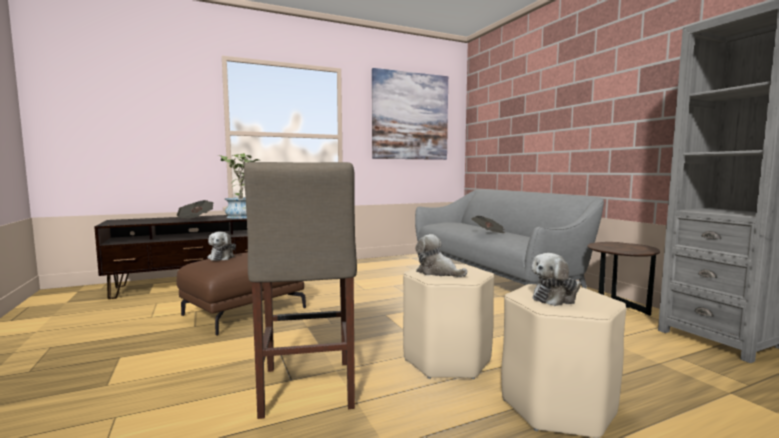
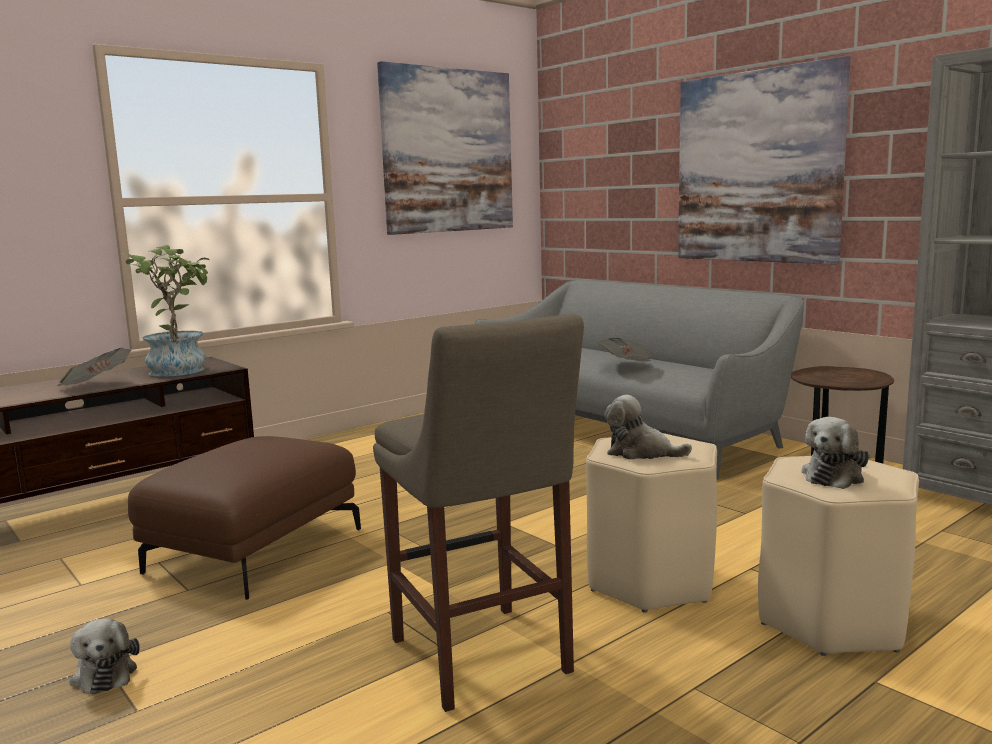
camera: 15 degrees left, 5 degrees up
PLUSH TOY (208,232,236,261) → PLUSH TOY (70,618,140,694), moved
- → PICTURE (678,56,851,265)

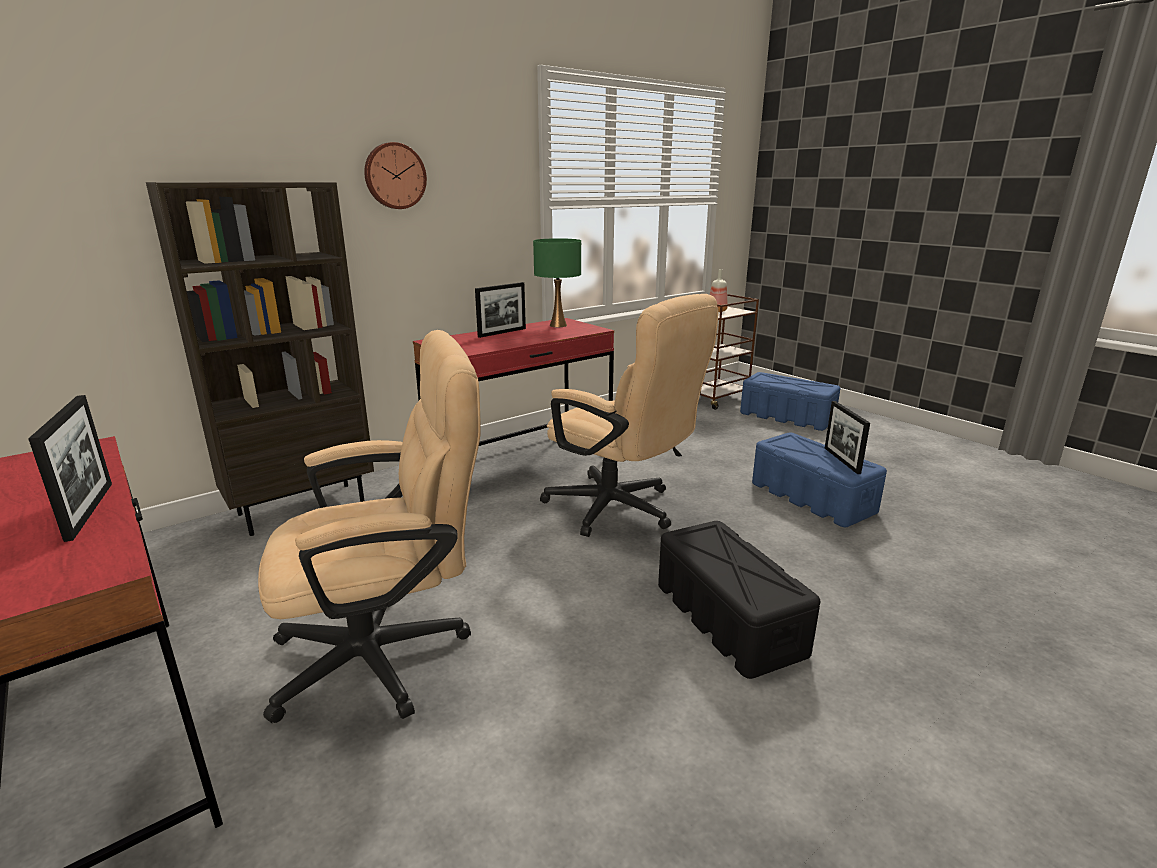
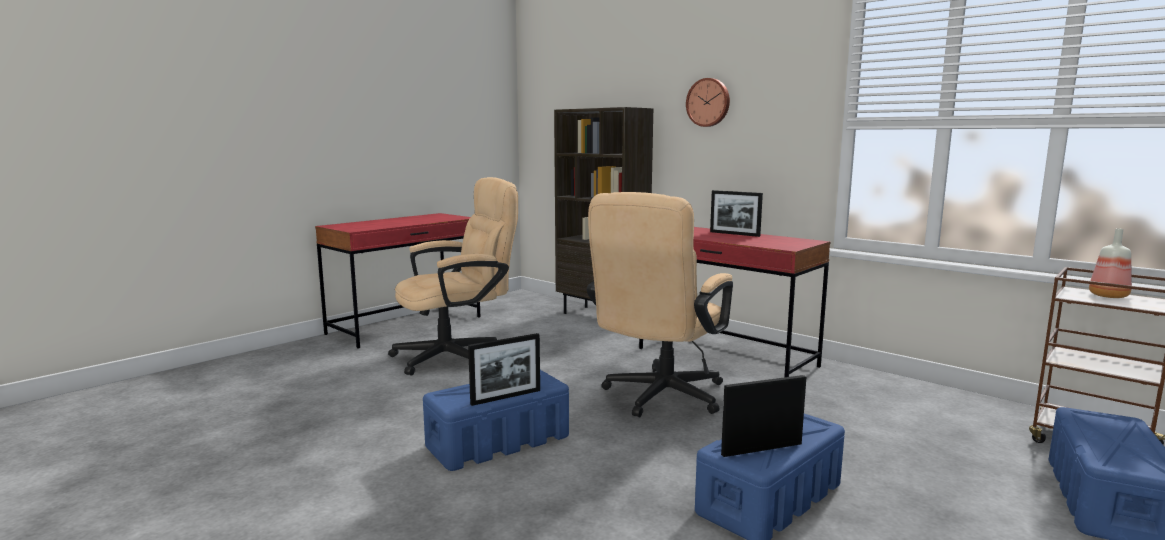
camera: 80 degrees right, 10 degrees down
PICTURE FRAME (28,395,112,542) → PICTURE FRAME (468,333,540,406), moved
BEIGE OFFICE CHAIR (258,330,481,723) → BEIGE OFFICE CHAIR (388,177,518,376), 90 degrees counterclockwise
GREEN TABLE LAMP (533,238,581,327) → -
BLACK STORAGE BOX (658,521,820,679) → BLUE STORAGE BOX (423,370,569,471)

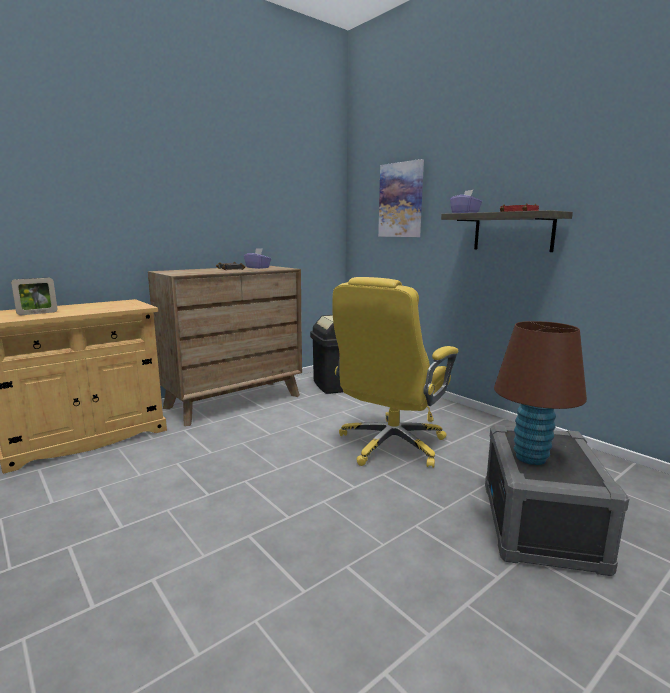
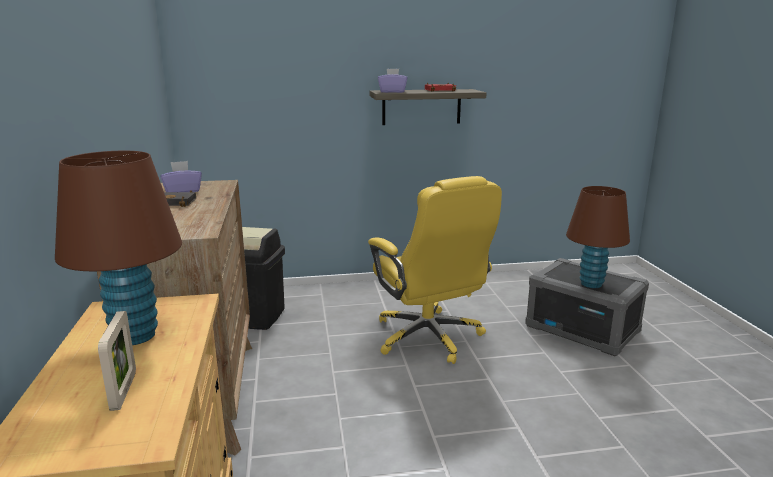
camera: 60 degrees left, 5 degrees up
PICTURE (378,159,424,237) → -
- → BROWN TABLE LAMP (55,151,182,345)

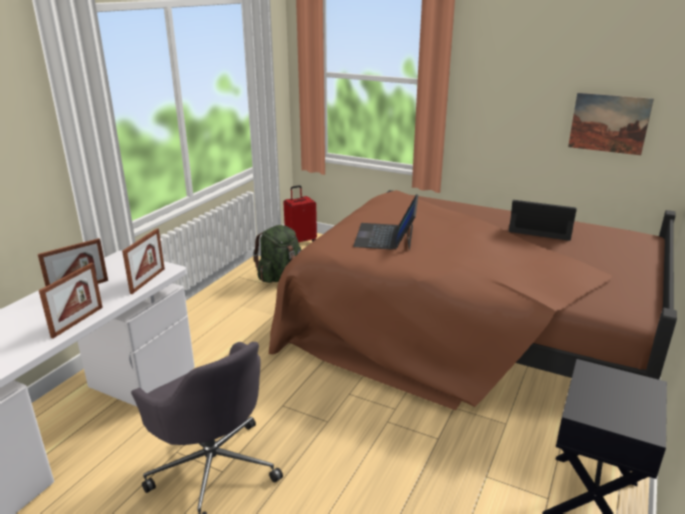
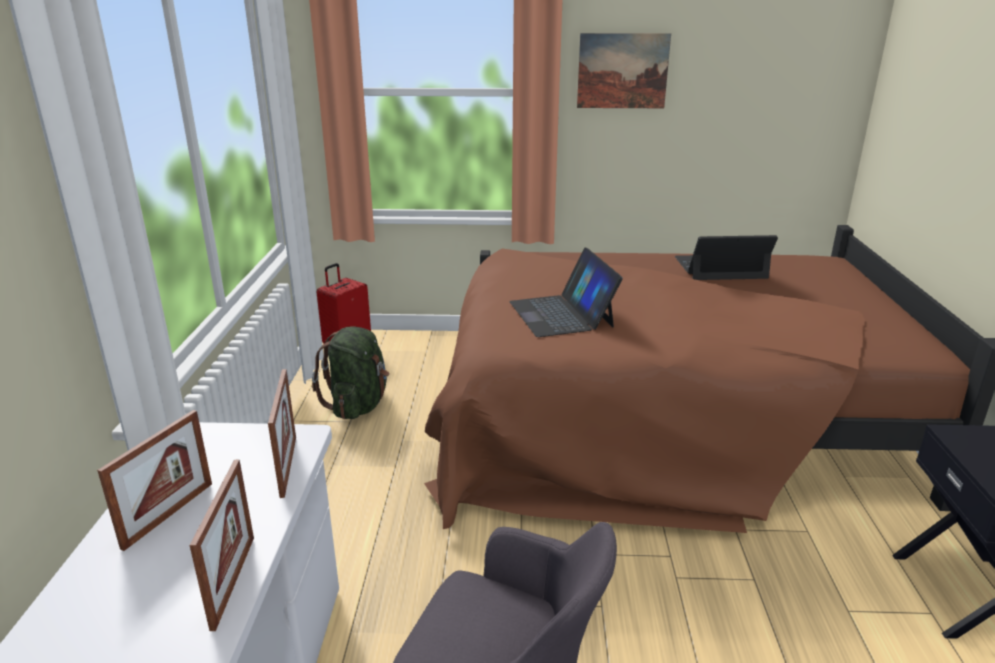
camera: 25 degrees left, 0 degrees up
PICTURE (568,93,654,155) → PICTURE (577,33,671,108), moved

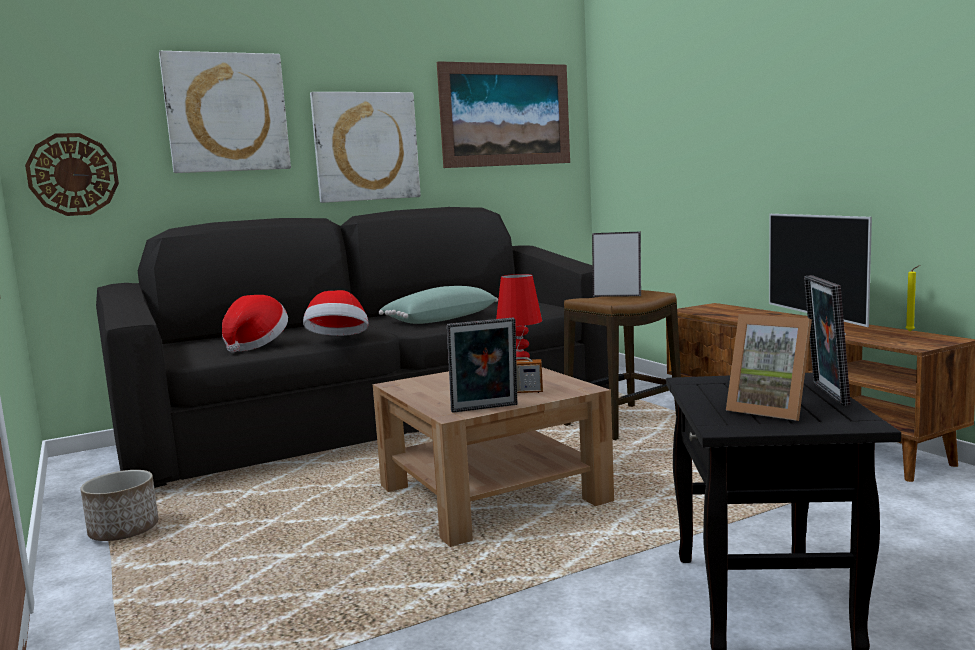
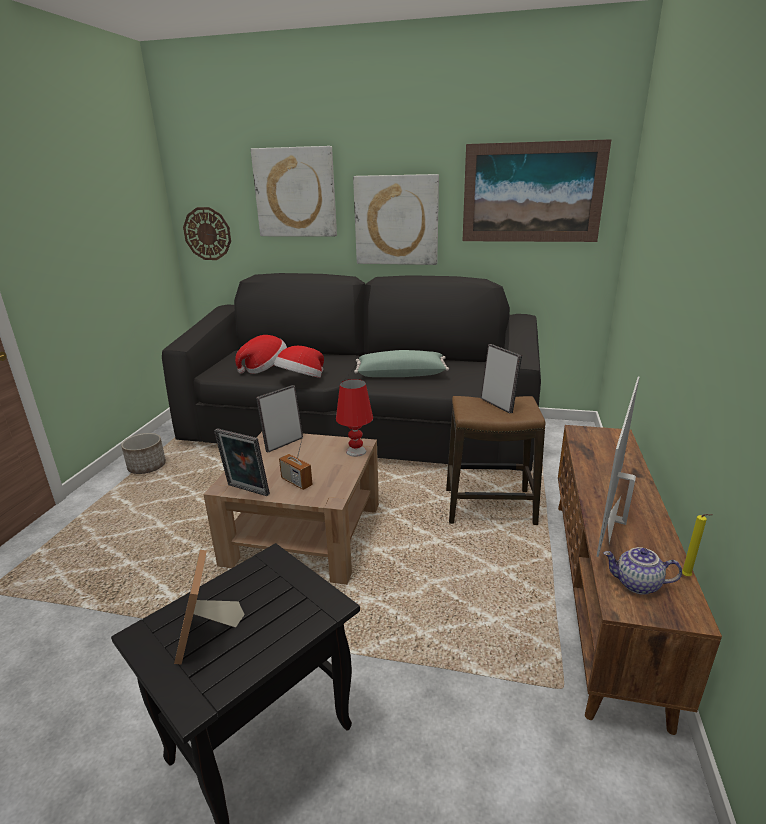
camera: 40 degrees right, 15 degrees up
PICTURE FRAME (804,275,851,406) → PICTURE FRAME (256,385,303,452), moved
- → TEAPOT (603,547,682,595)

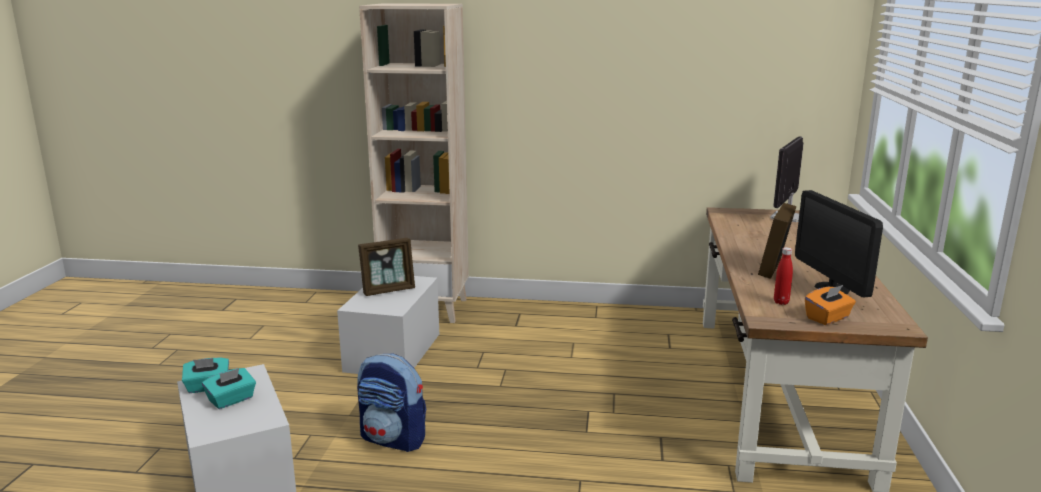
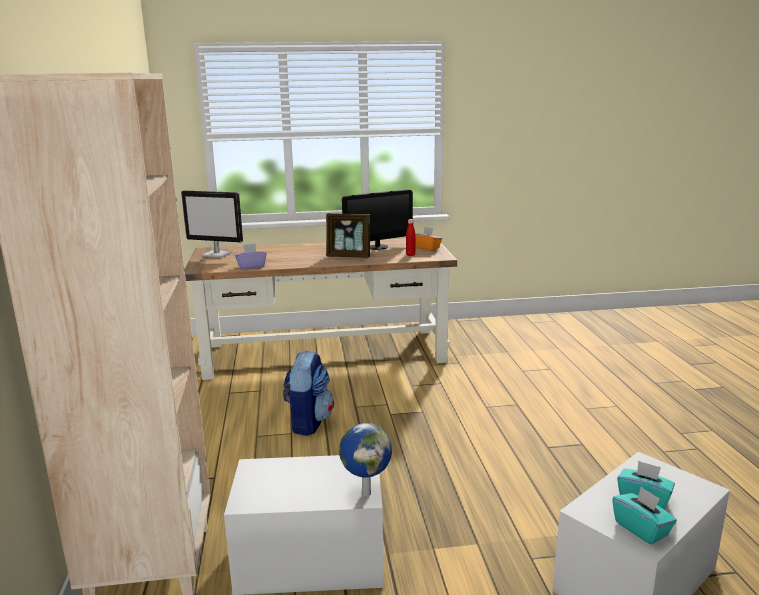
camera: 105 degrees left, 0 degrees up
BACKPACK (357,354,426,452) → BACKPACK (283,351,334,436), moved
PICTURE FRAME (358,238,415,296) → -
- → PURPLE TISSUE BOX (235,243,267,269)
- → GLOBE (339,423,392,496)

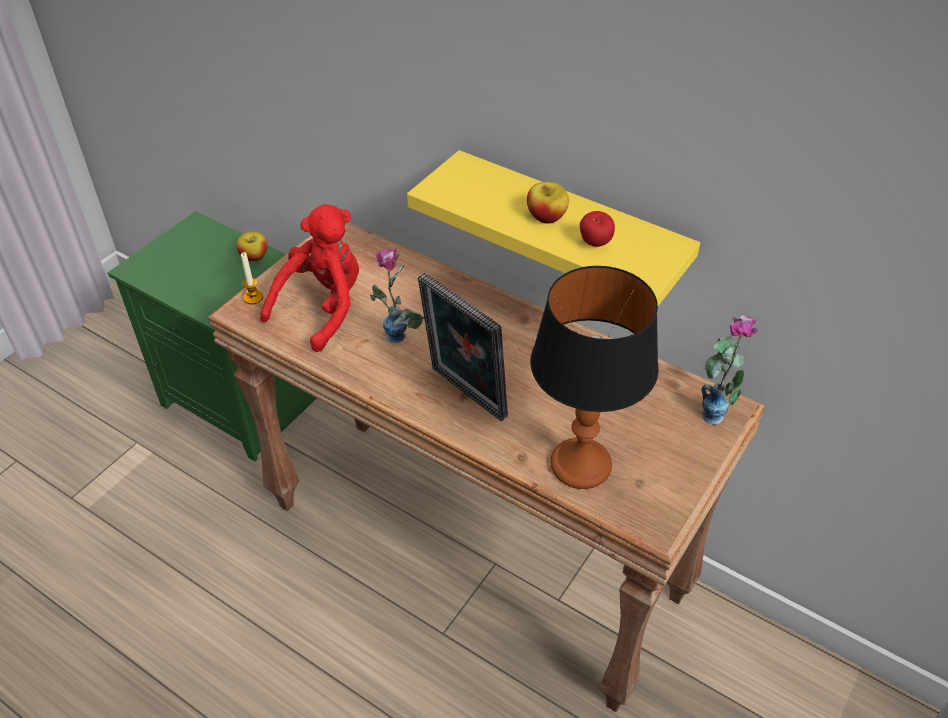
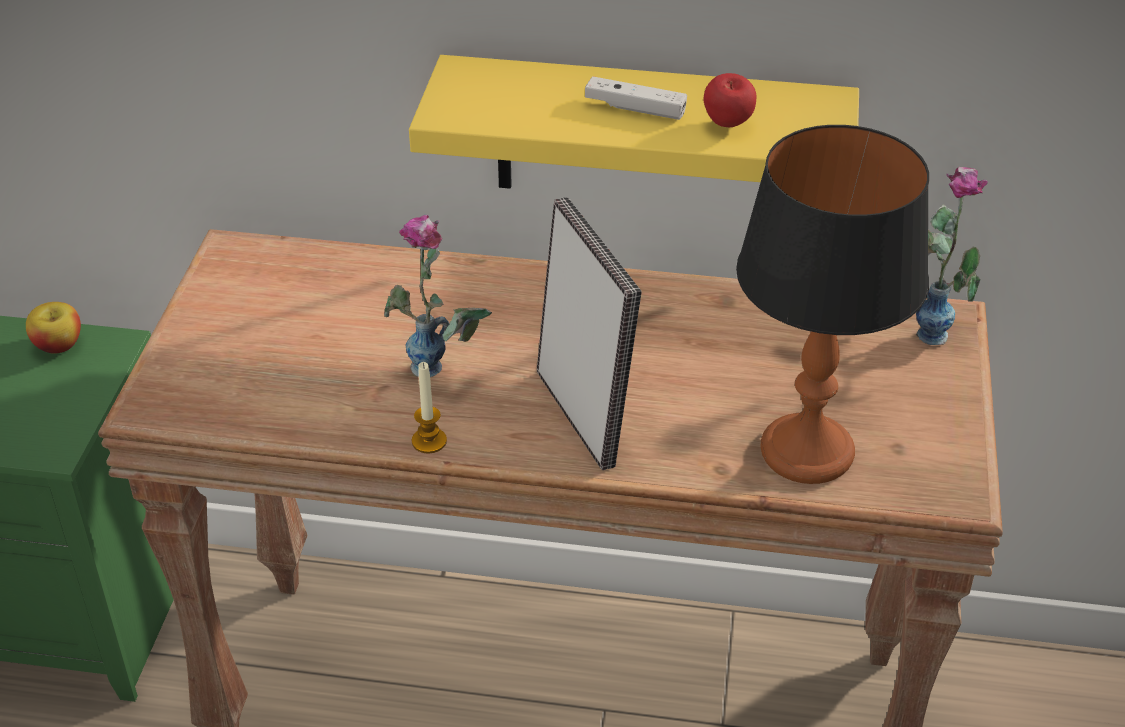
camera: 25 degrees left, 5 degrees down
CANDLE (241,252,263,304) → CANDLE (412,362,447,454), moved
RED PLUSH TOY (260,204,359,352) → -
PICTURE FRAME (418,273,508,421) → PICTURE FRAME (537,197,642,471), 135 degrees counterclockwise
APPLE (527,182,569,224) → WHITE GAME CONTROLLER (585,76,687,120)

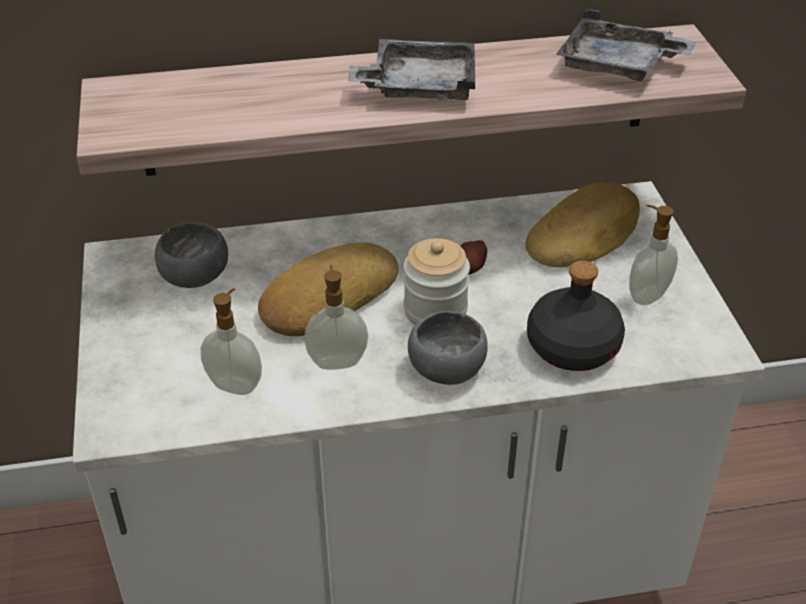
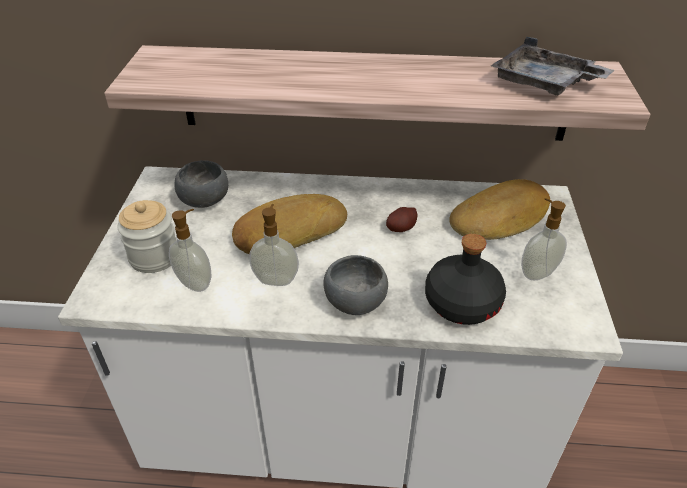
camera: 15 degrees right, 0 degrees up
GREY TRAY (348,39,475,100) → -
JAR (403,238,470,325) → JAR (117,200,176,273), moved

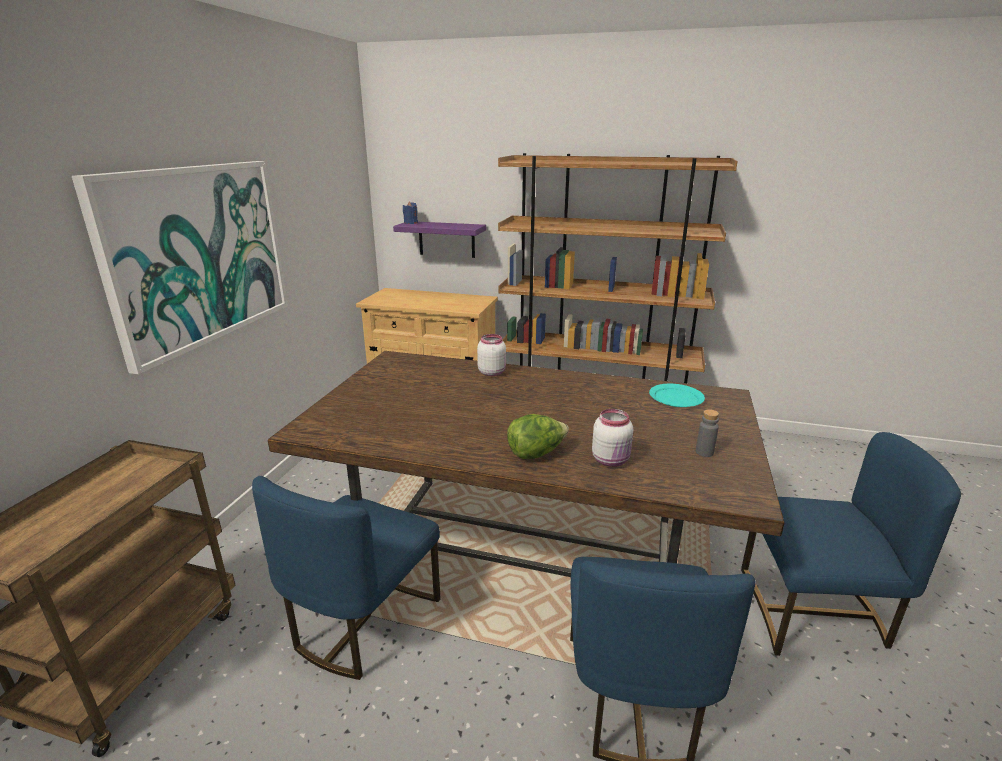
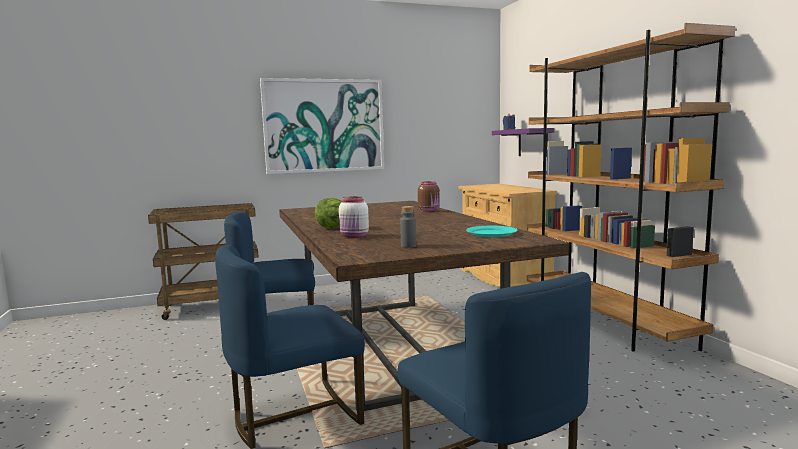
camera: 55 degrees right, 15 degrees down
WHITE JAR (477,334,506,376) → BROWN JAR (418,181,440,212)

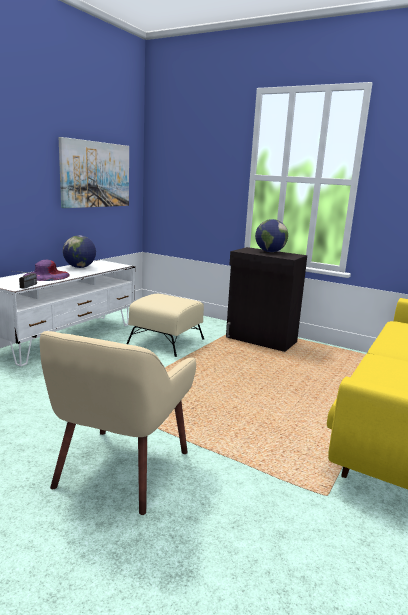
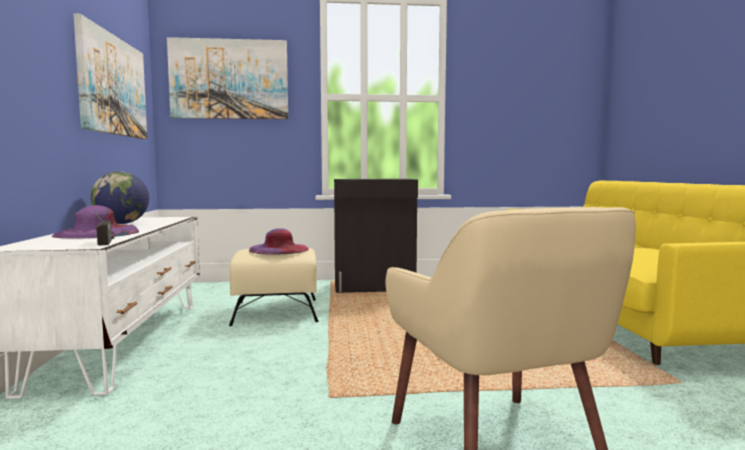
camera: 35 degrees left, 10 degrees down
GLOBE (255,219,288,252) → -
- → PICTURE (167,37,288,119)
- → PURPLE HAT (249,228,309,255)

